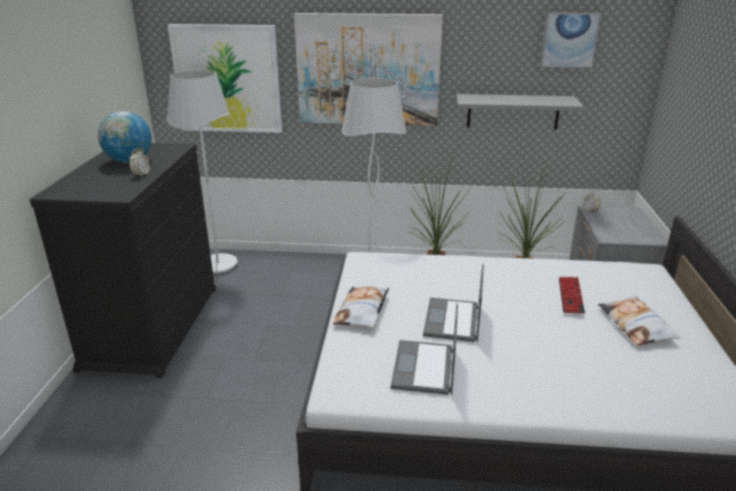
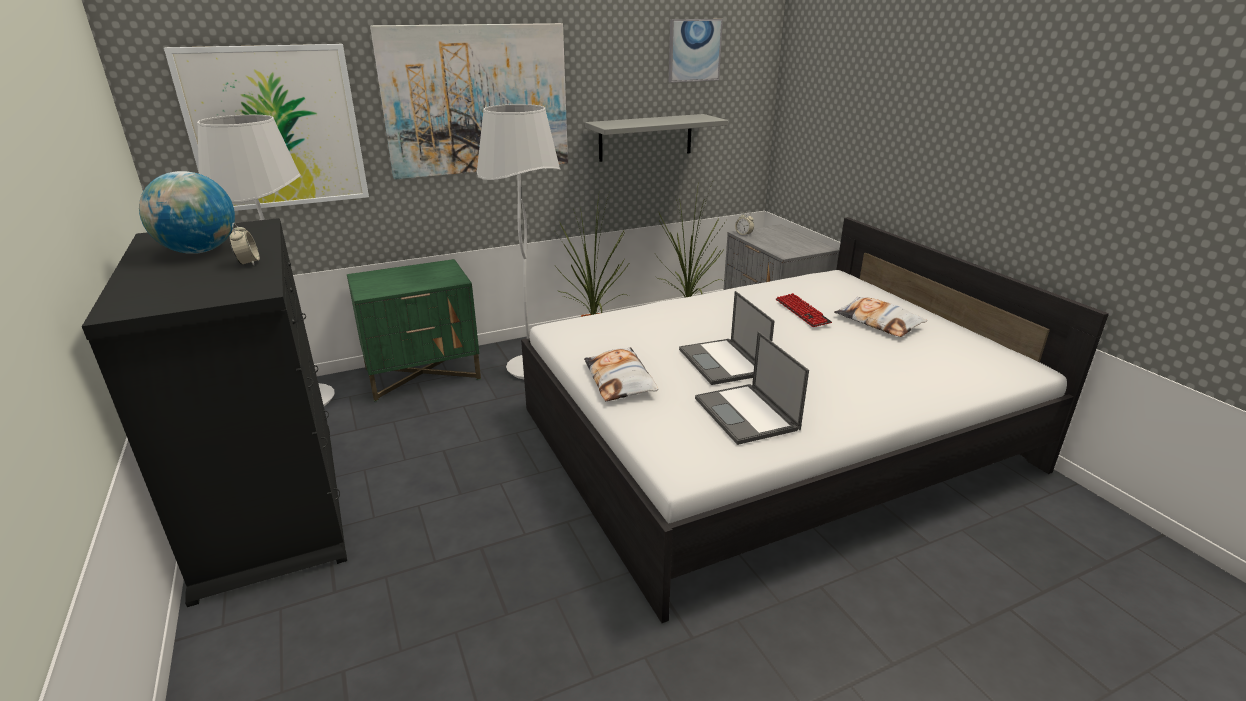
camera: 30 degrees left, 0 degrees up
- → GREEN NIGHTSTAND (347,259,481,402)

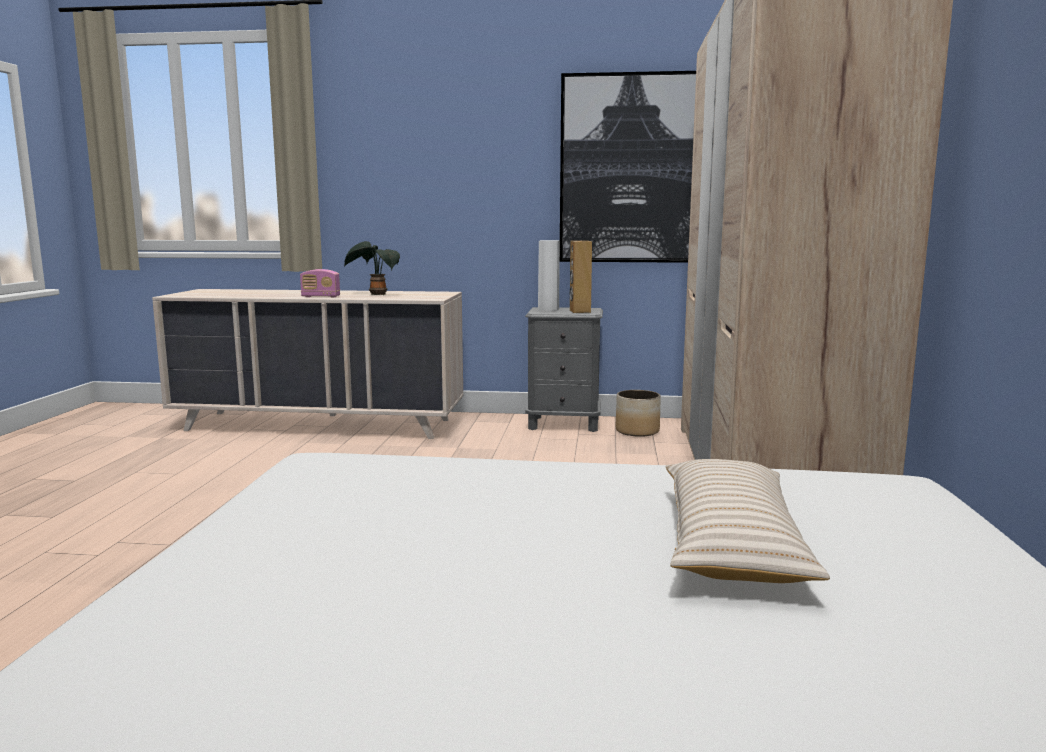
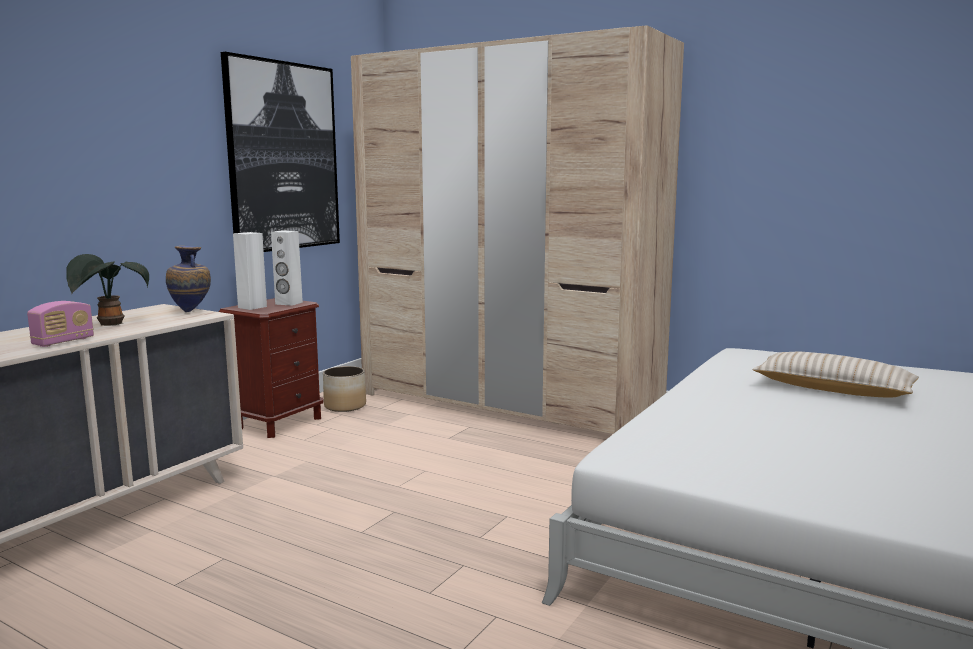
camera: 65 degrees left, 0 degrees up
GREY NIGHTSTAND (525,307,603,432) → BROWN NIGHTSTAND (219,298,323,438)
BROWN SPEAKER (570,241,592,313) → WHITE SPEAKER (271,230,303,306)
- → VASE (166,246,211,312)

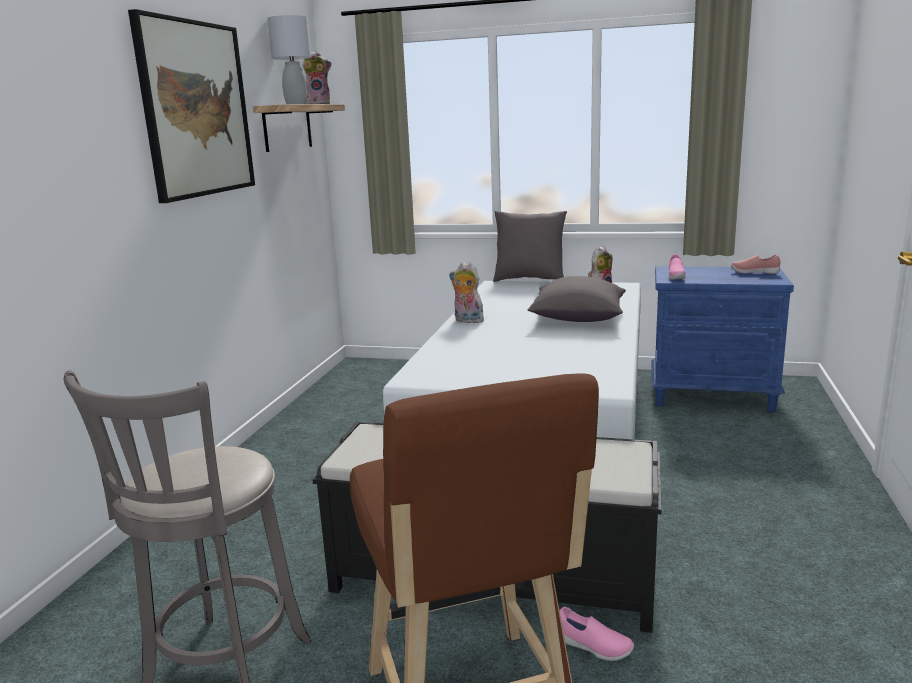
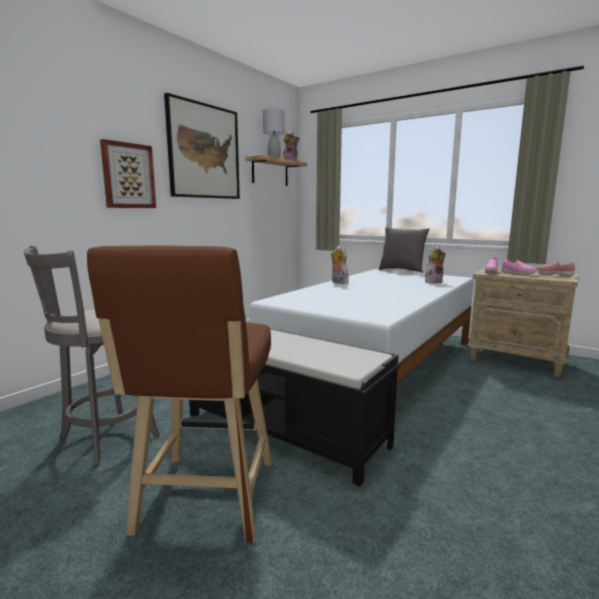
camera: 20 degrees right, 5 degrees down
GREY PILLOW (528,276,626,322) → -
PINK SHOE (559,607,634,661) → PINK SHOE (502,259,537,275), moved
BLUE NIGHTSTAND (652,266,794,413) → BEIGE NIGHTSTAND (467,267,579,377)
- → PICTURE (100,139,156,208)

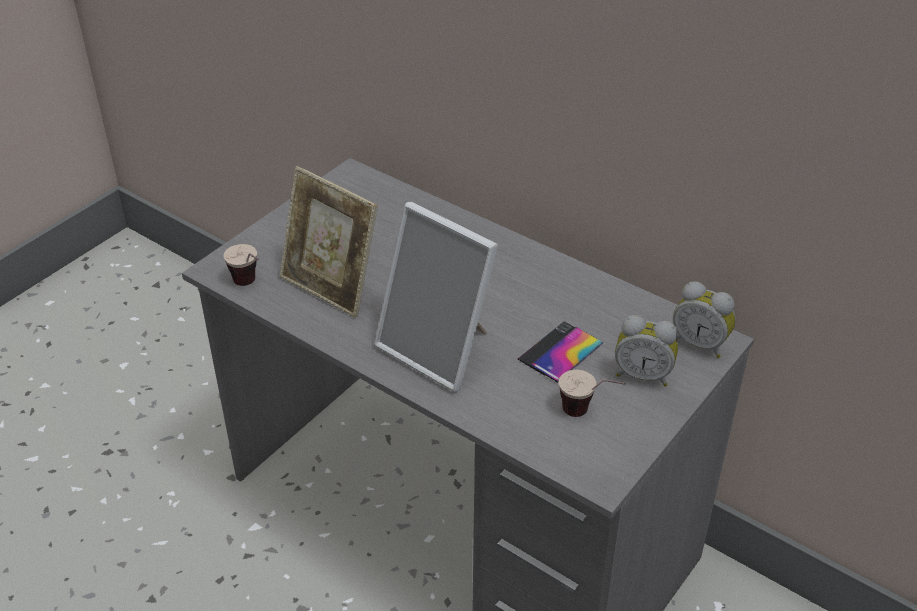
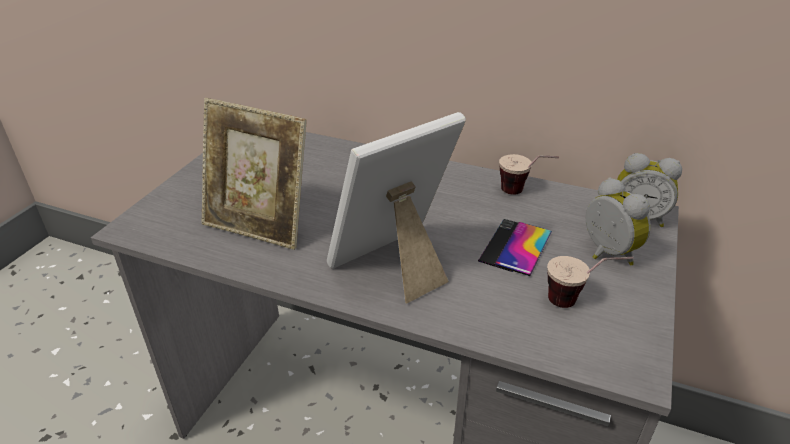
camera: 15 degrees left, 5 degrees down
CUP (223,244,259,286) → CUP (499,154,559,195), moved
PICTURE FRAME (374,202,498,392) → PICTURE FRAME (327,112,466,304), 120 degrees clockwise
ALARM CLOCK (615,315,678,387) → ALARM CLOCK (586,177,651,265), 120 degrees counterclockwise

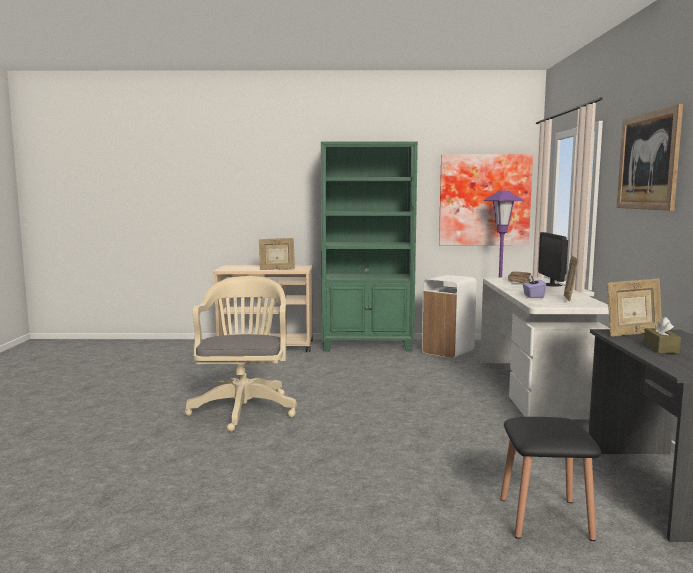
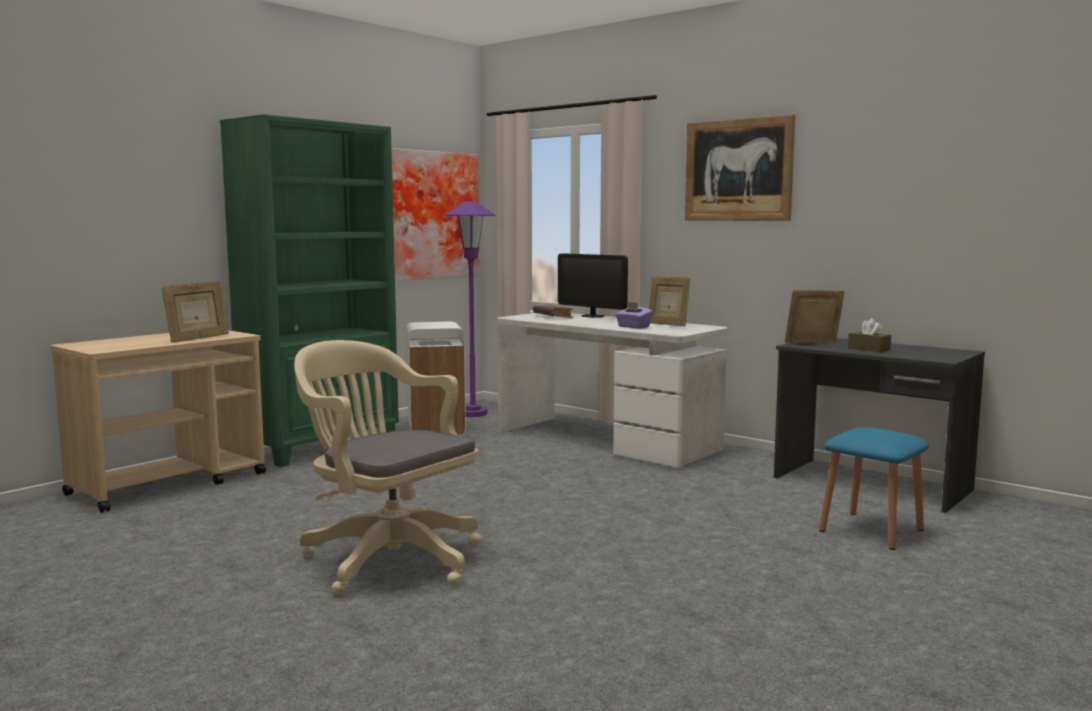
camera: 50 degrees left, 0 degrees up
BLACK STOOL (500,417,601,541) → BLUE STOOL (819,427,929,550)
PICTURE FRAME (607,279,662,337) → PICTURE FRAME (785,290,844,343), 135 degrees counterclockwise

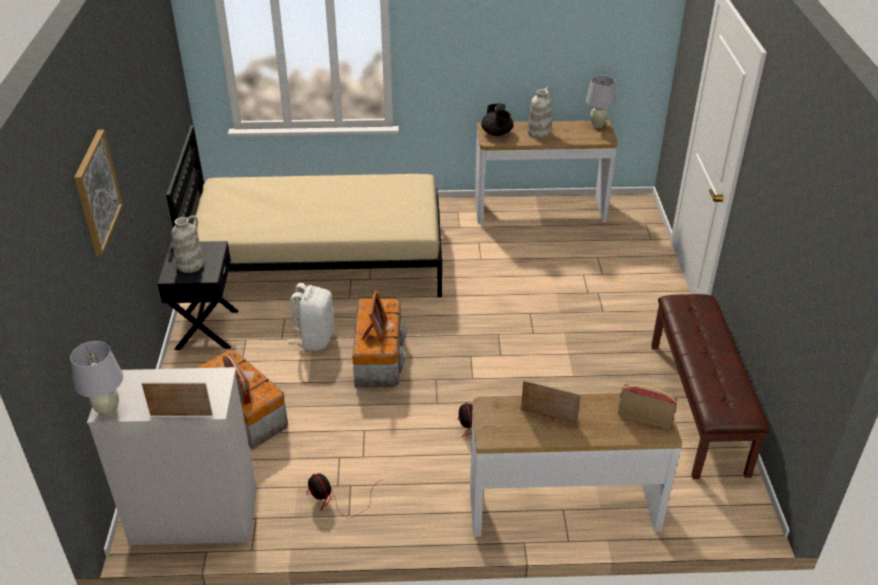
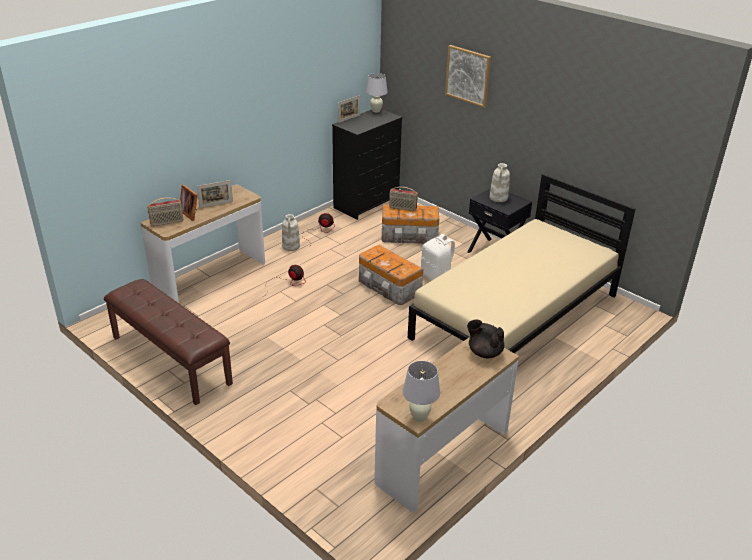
camera: 135 degrees right, 5 degrees down
WHITE DRESSER (87,367,257,546) → BLACK DRESSER (332,109,403,220)
PICTURE FRAME (362,290,387,343) → PICTURE FRAME (180,185,198,221), moved
WHITE VASE (528,87,552,138) → WHITE VASE (282,214,300,251), moved

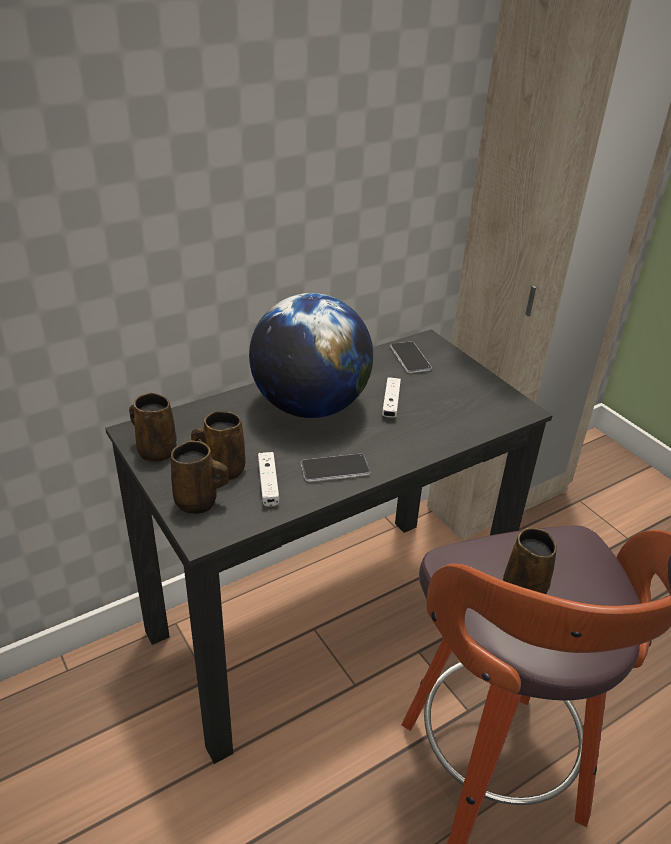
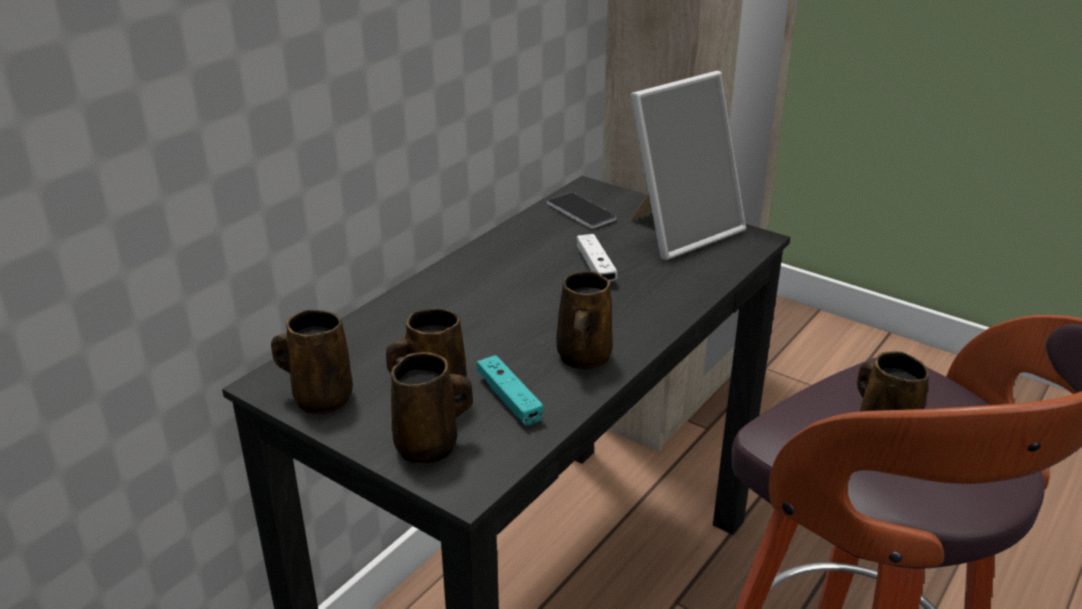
camera: 20 degrees left, 5 degrees down
GLOBE (249,293,373,418) → -
WHITE GAME CONTROLLER (258,452,279,507) → TURQUOISE GAME CONTROLLER (477,355,544,425)
PHONE (301,454,370,482) → BROWN MUG (556,271,613,369)
- → PICTURE FRAME (630,71,746,260)

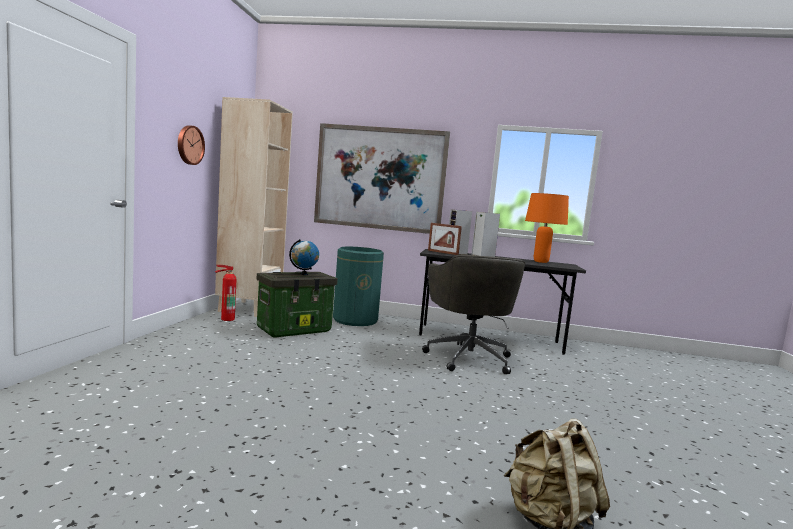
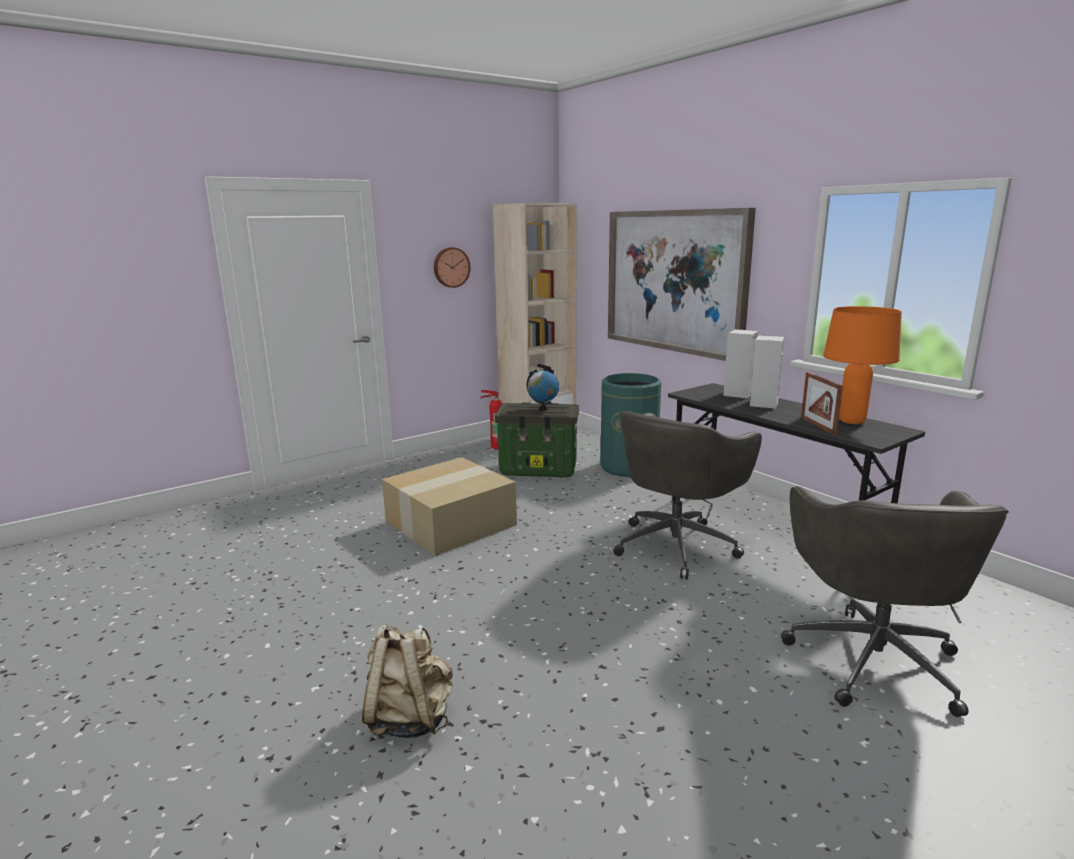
camera: 45 degrees right, 10 degrees up
PICTURE FRAME (428,223,462,255) → PICTURE FRAME (801,372,843,435), moved
- → CARDBOARD BOX (382,457,517,556)
- → GREY OFFICE CHAIR (781,486,1009,717)

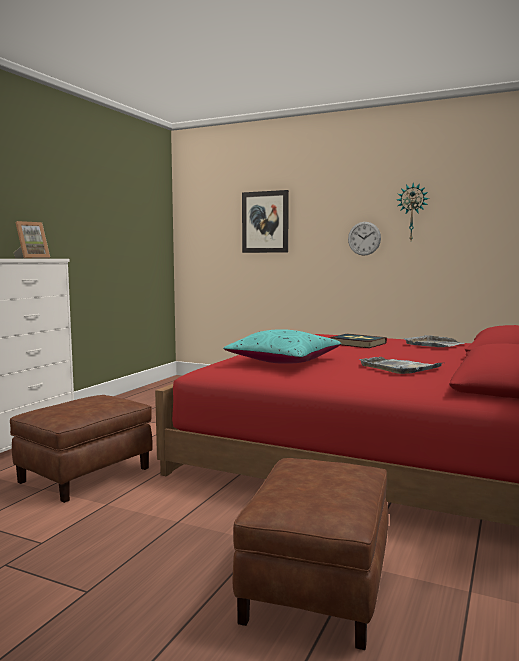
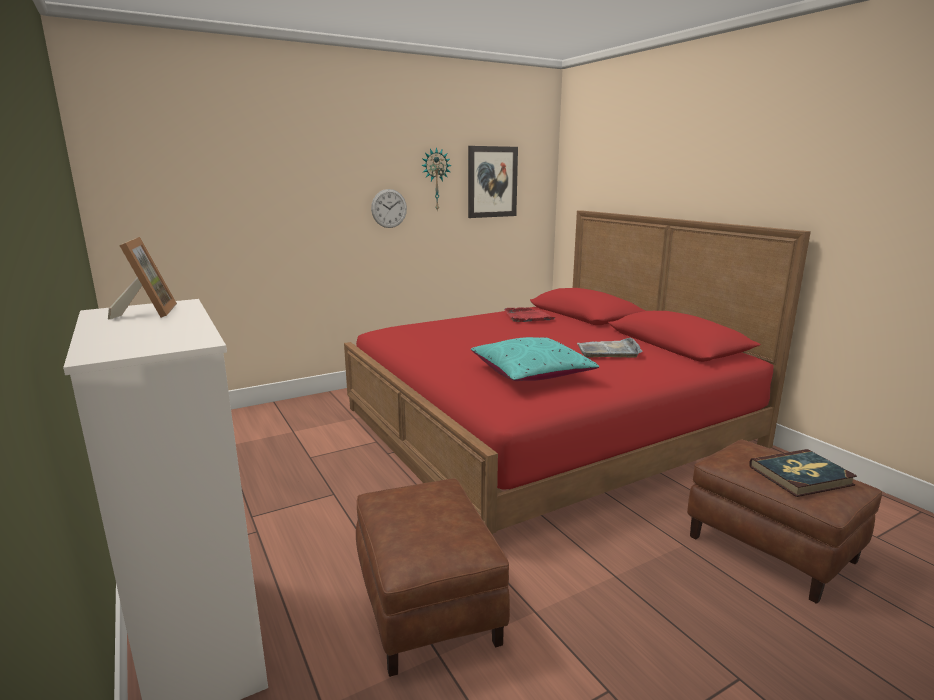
camera: 55 degrees left, 10 degrees up
PICTURE (242,190,289,253) → PICTURE (468,146,518,218), moved
BOOK (329,334,387,348) → BOOK (750,449,857,497), moved
GREY TRAY (404,335,464,347) → RED TRAY (504,307,555,322)

